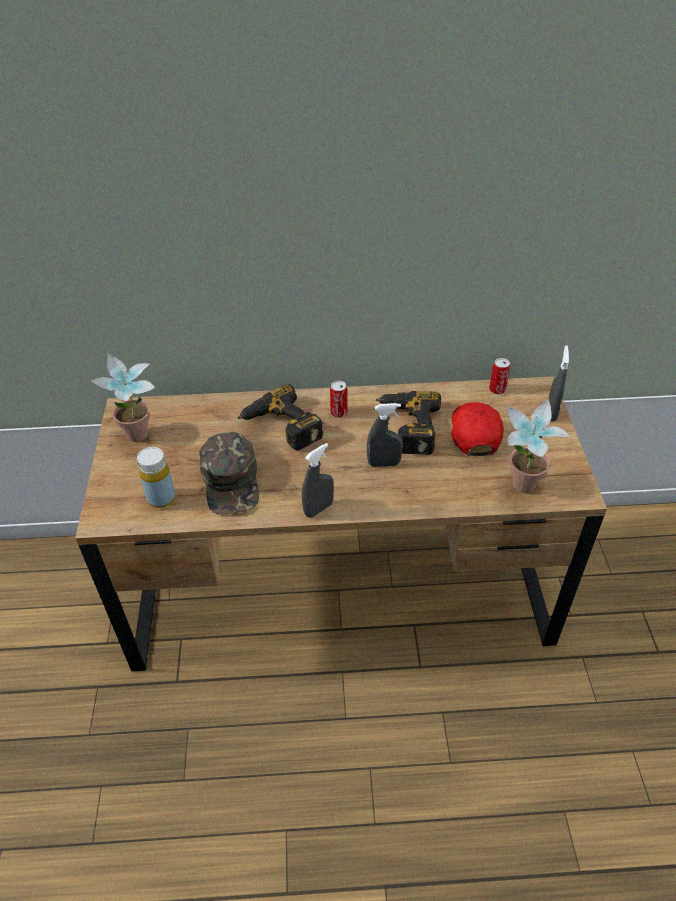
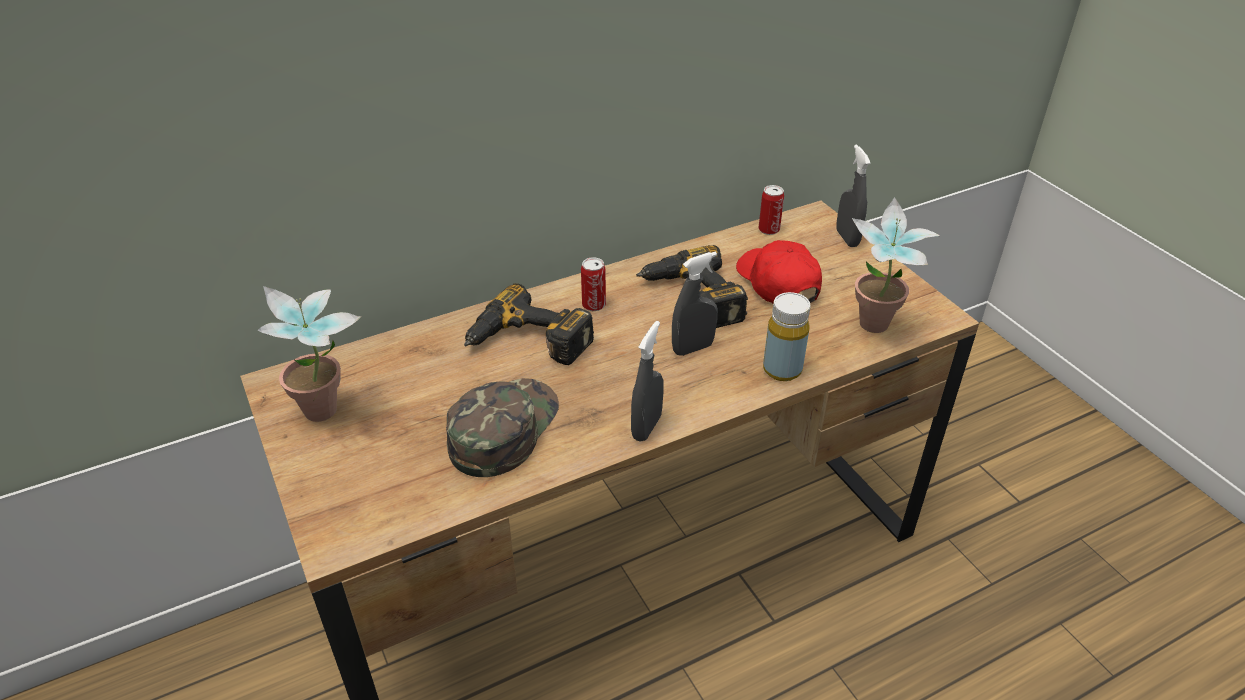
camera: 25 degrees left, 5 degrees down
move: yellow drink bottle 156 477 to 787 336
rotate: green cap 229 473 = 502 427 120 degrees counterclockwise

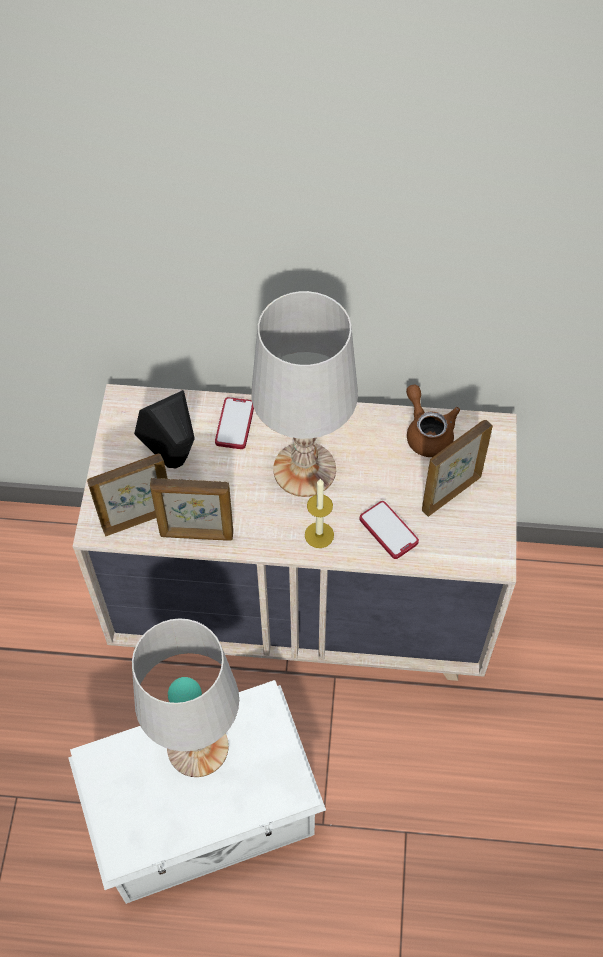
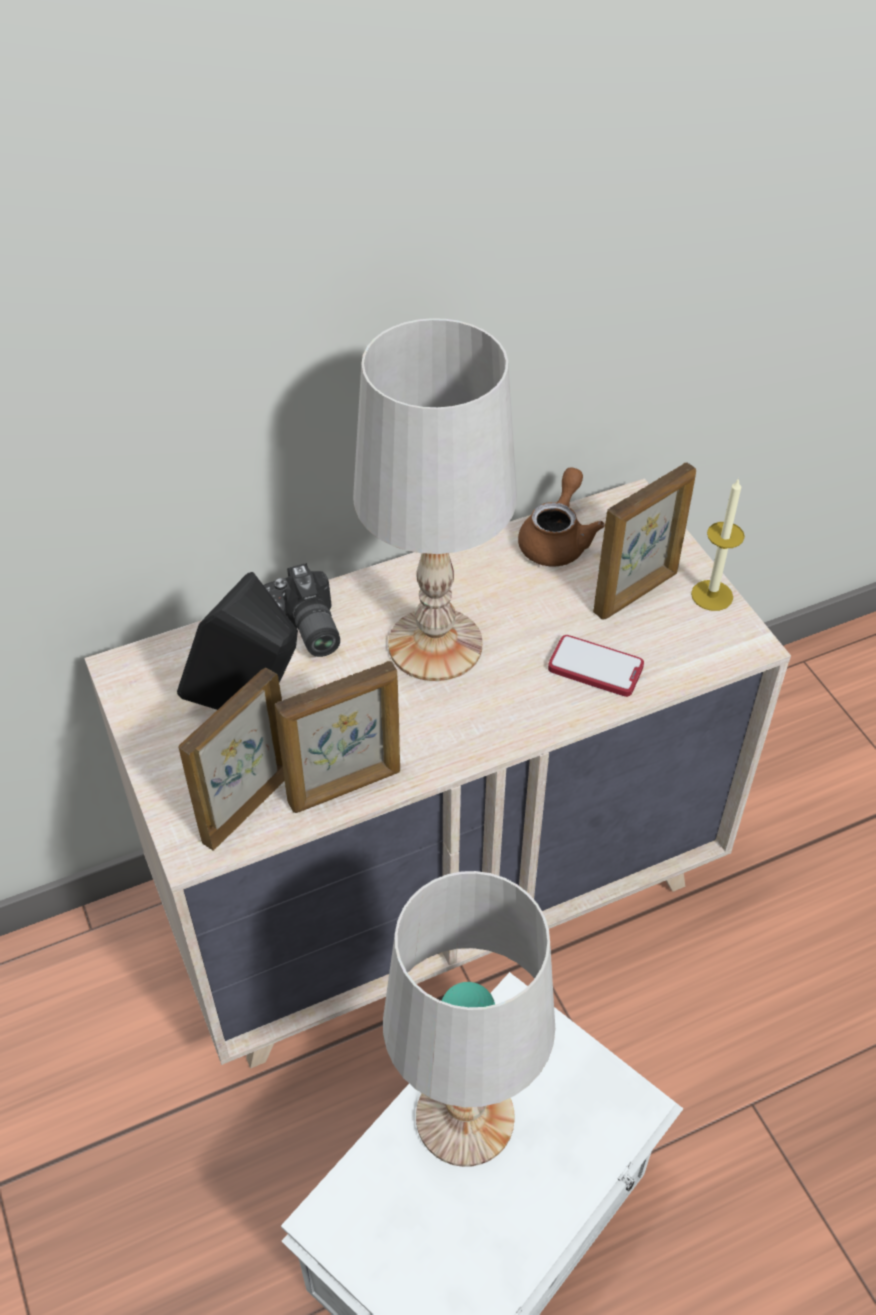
camera: 30 degrees left, 10 degrees down
move: candle 319 513 to 718 544
replace: handset 234 423 to photo camera 302 610
rotate: brown tea pot 433 421 = 561 517 75 degrees clockwise; standing frame 457 468 = 644 541 150 degrees counterclockwise

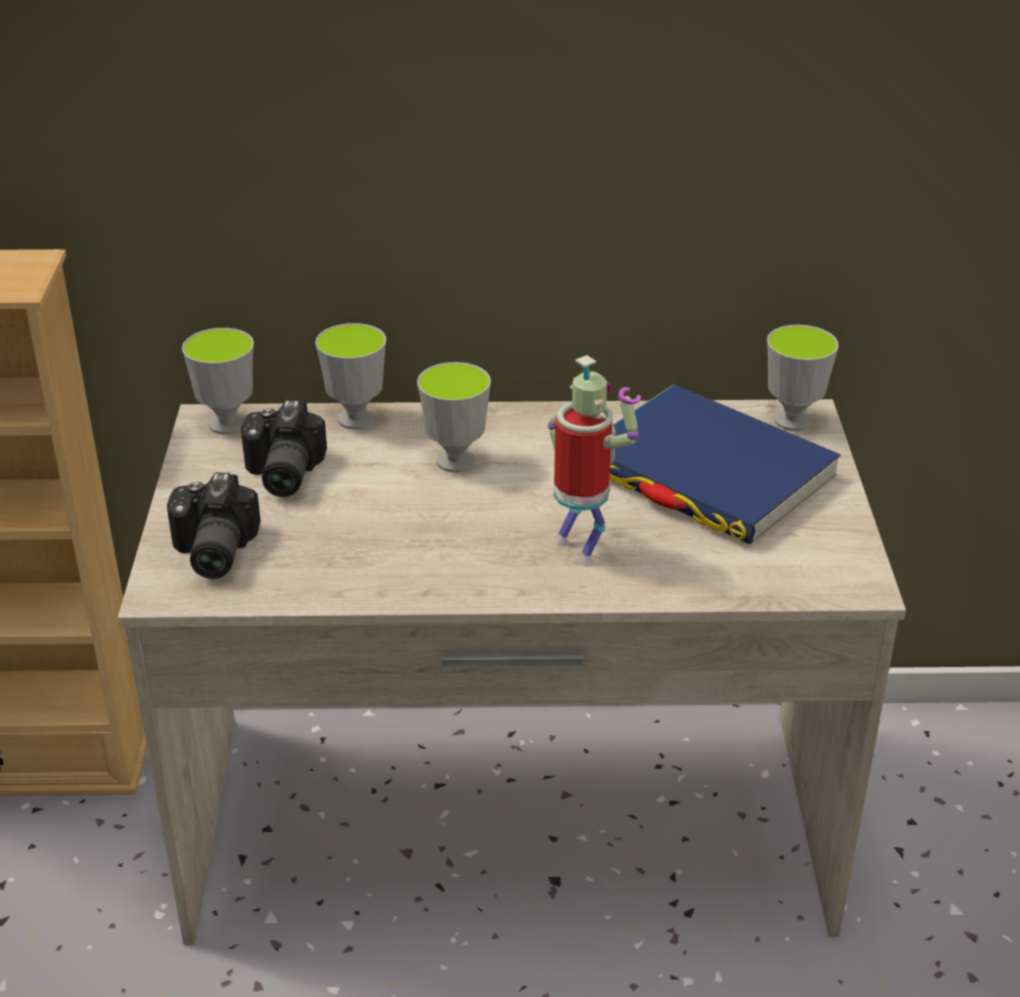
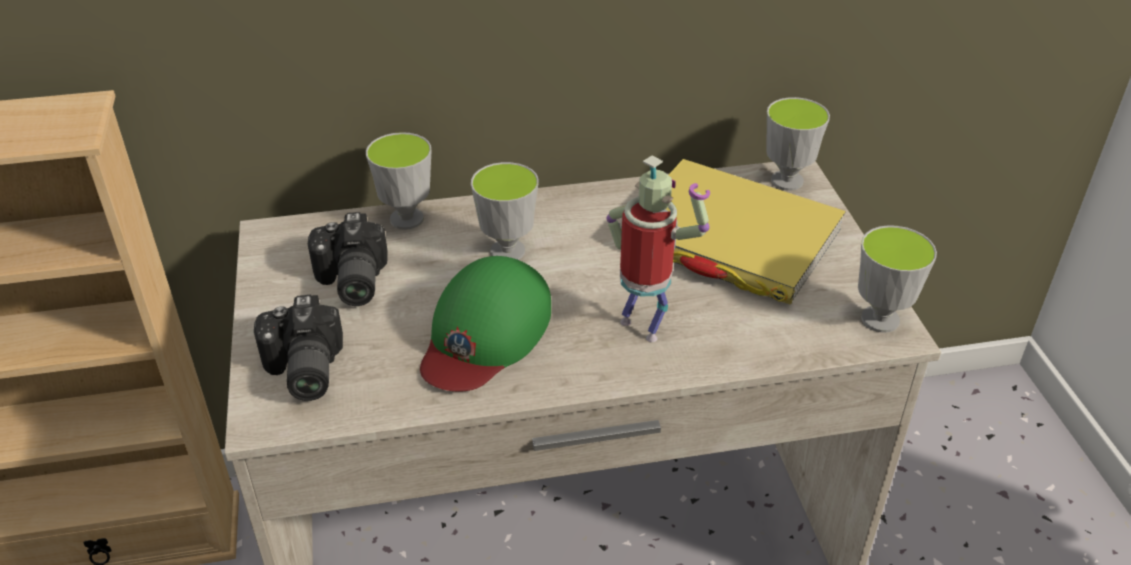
camera: 10 degrees left, 5 degrees up
insert: green cap 485 324
move: small cup 218 381 to 897 279
recolor: blue bound book 725 464 to yellow bound book 733 231

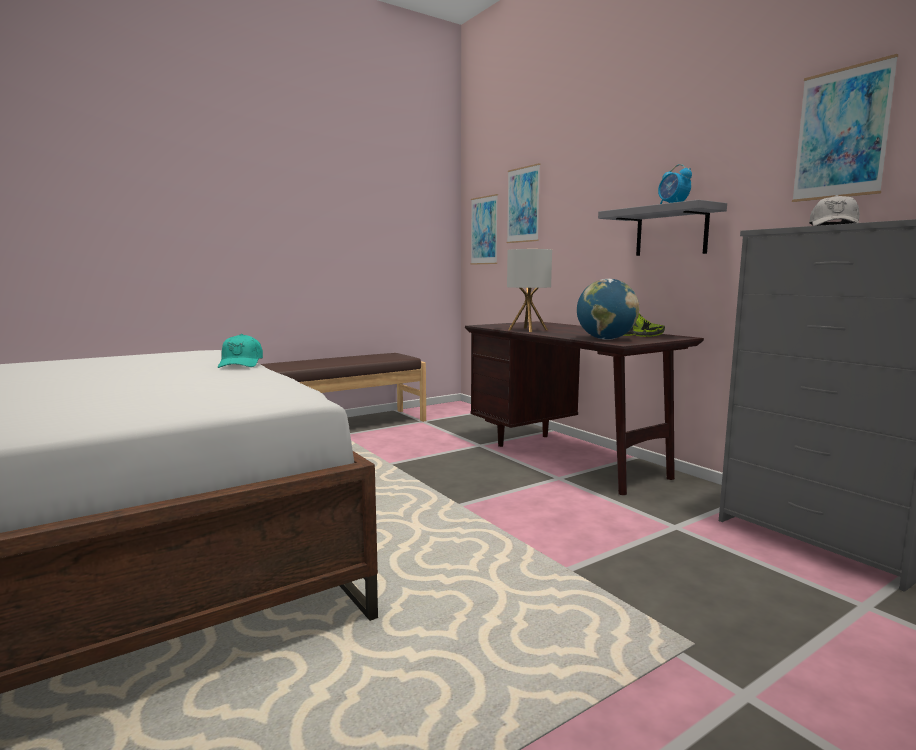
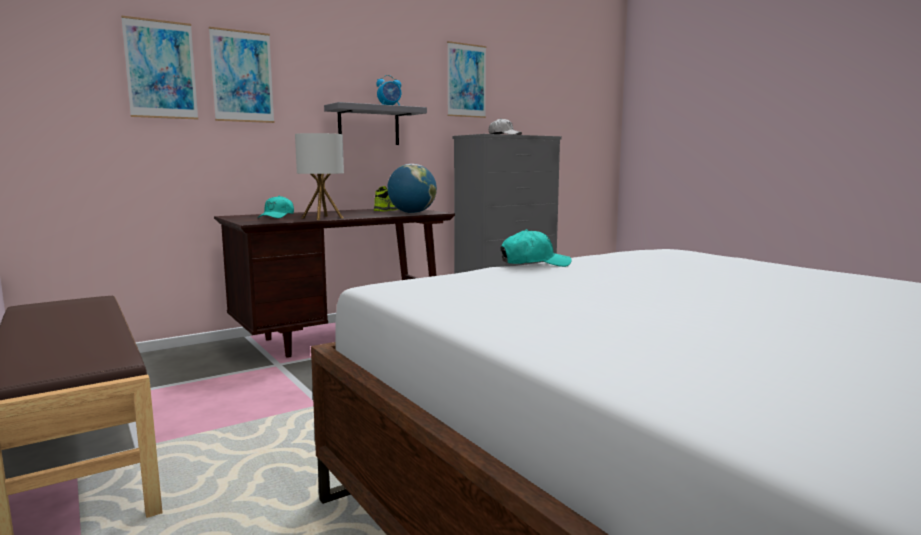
camera: 90 degrees left, 0 degrees up
insert: turquoise cap 276 207
move: wall art 484 229 to 241 75

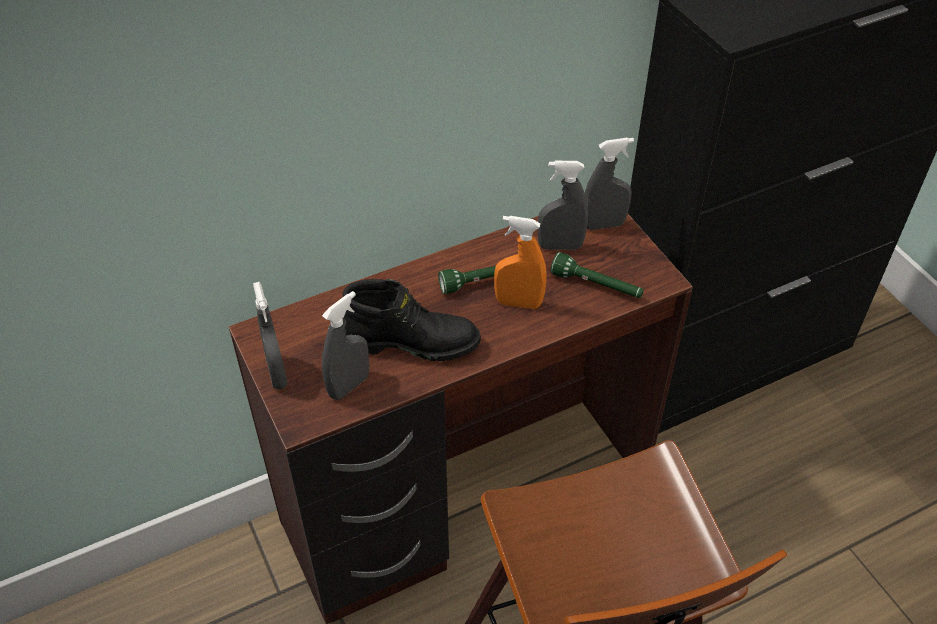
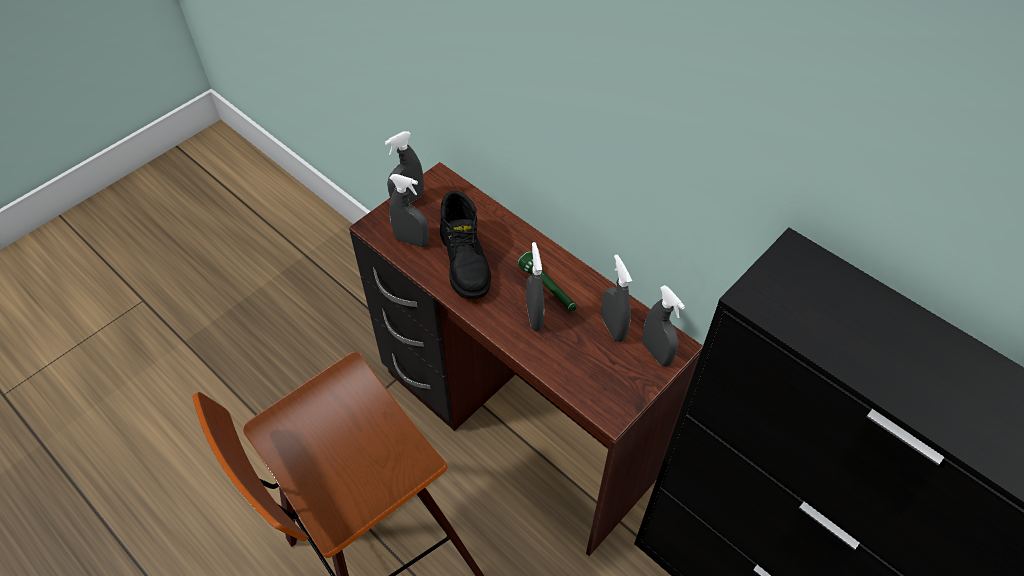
camera: 70 degrees right, 5 degrees up
delete: green hand torch 597 275
recolor: orange-coloured spray bottle 520 262 to grey spray bottle 535 286

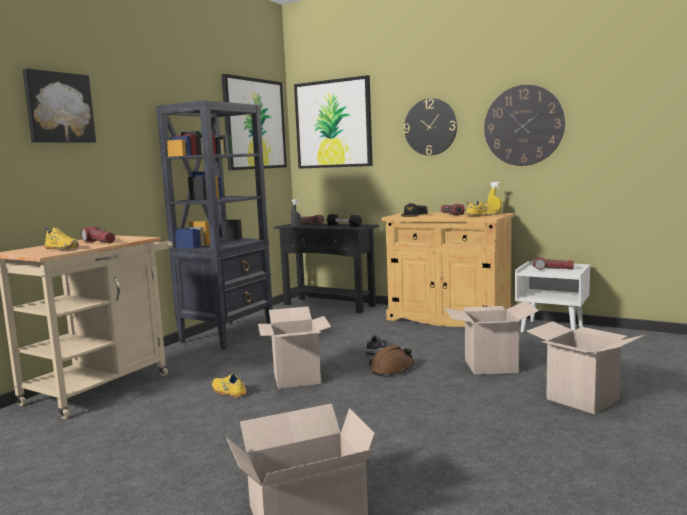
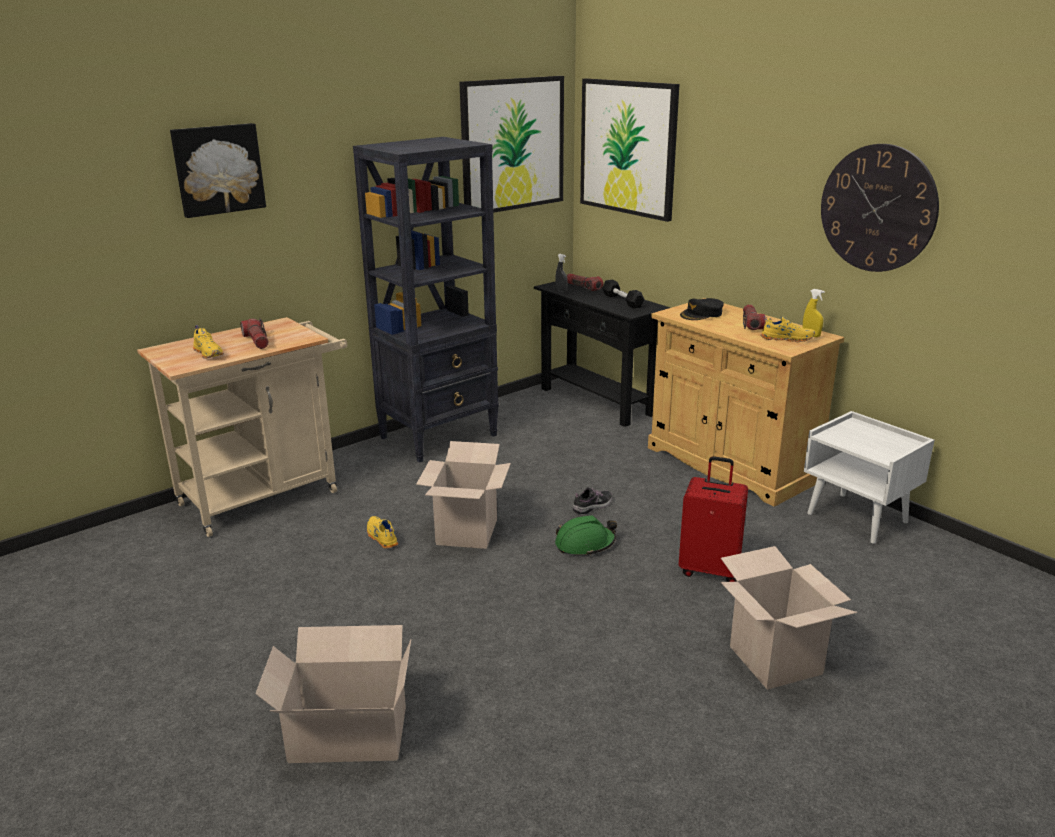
camera: 20 degrees right, 15 degrees up
delete: wall clock 430 126; hand torch 553 263
replace: carton 492 337 to reddish travel case 713 519
recolor: brown hard hat 391 360 to green hard hat 586 535

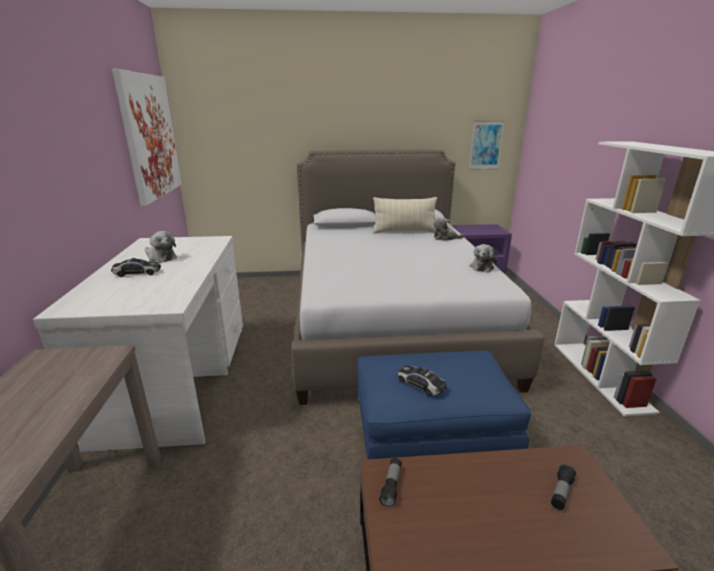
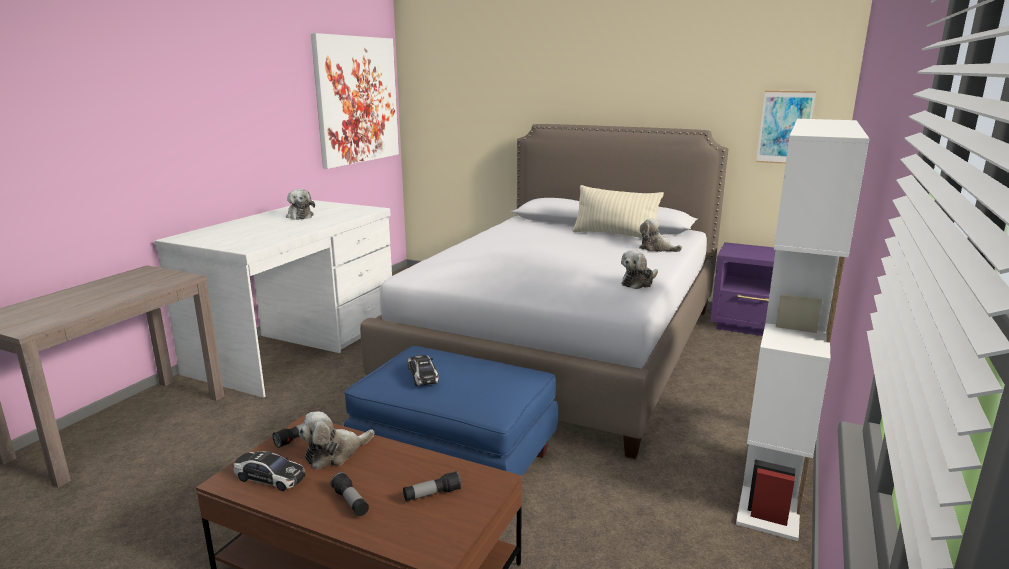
camera: 30 degrees right, 5 degrees down
insert: cuddly toy 336 440; hand torch 349 494
move: model car 136 267 to 269 471

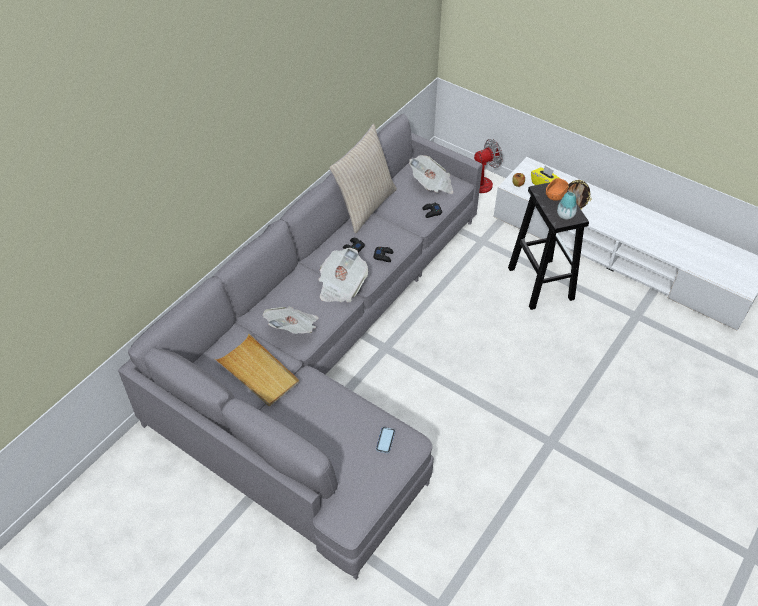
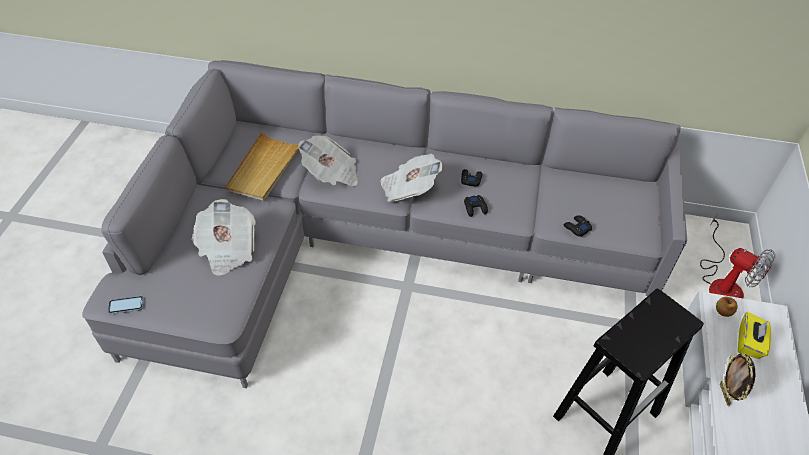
camera: 65 degrees right, 0 degrees up
delete: beige-coloured cushion 363 179; orange-coloured serving bowl 557 189; decorative vase 567 205
move: handset 385 440 to 126 305; newspaper 431 174 to 224 237

